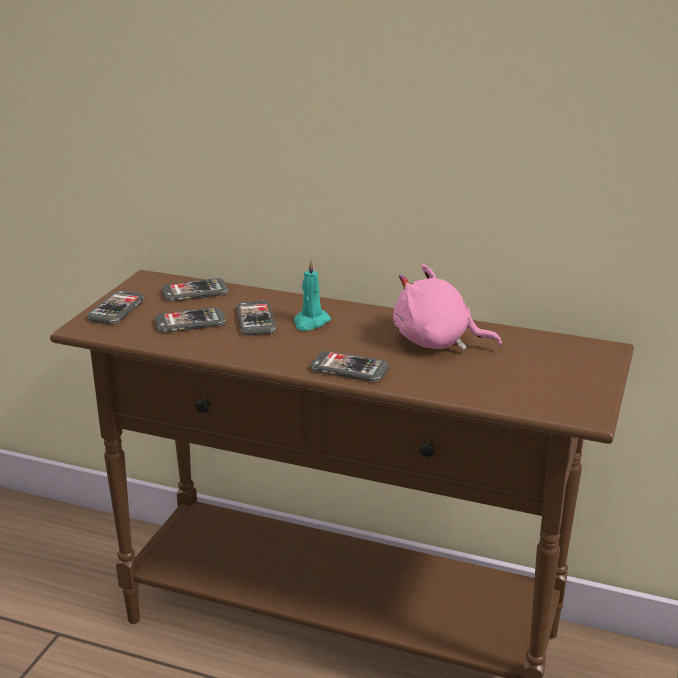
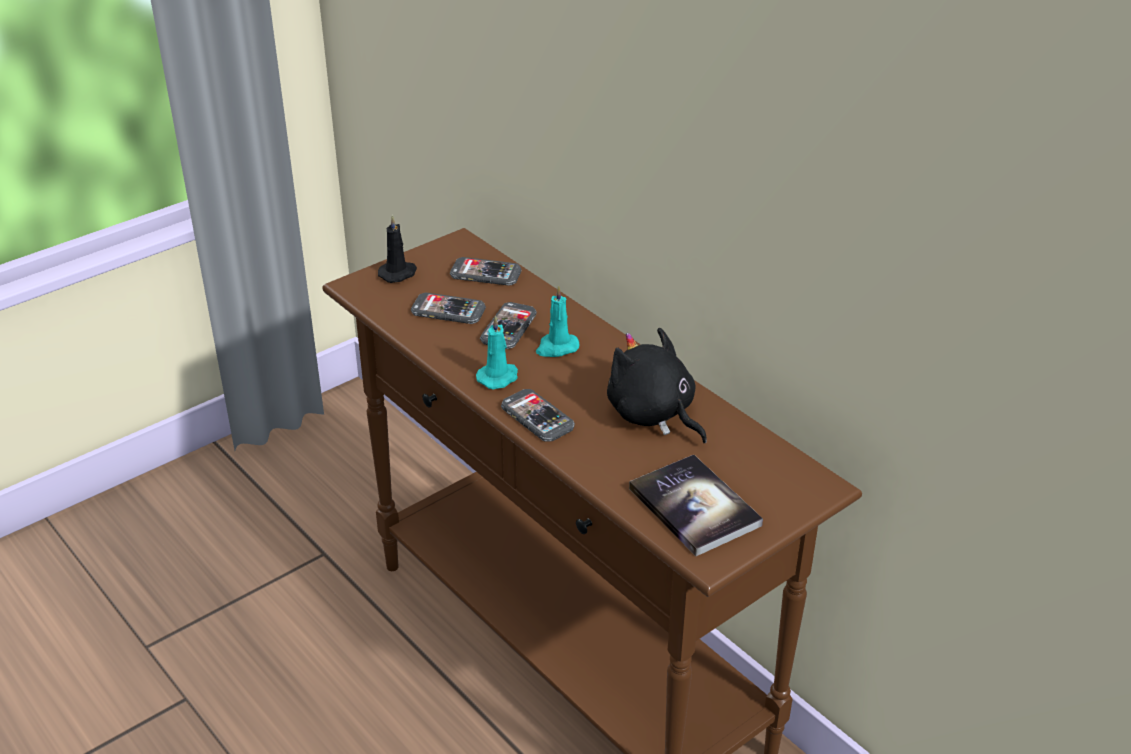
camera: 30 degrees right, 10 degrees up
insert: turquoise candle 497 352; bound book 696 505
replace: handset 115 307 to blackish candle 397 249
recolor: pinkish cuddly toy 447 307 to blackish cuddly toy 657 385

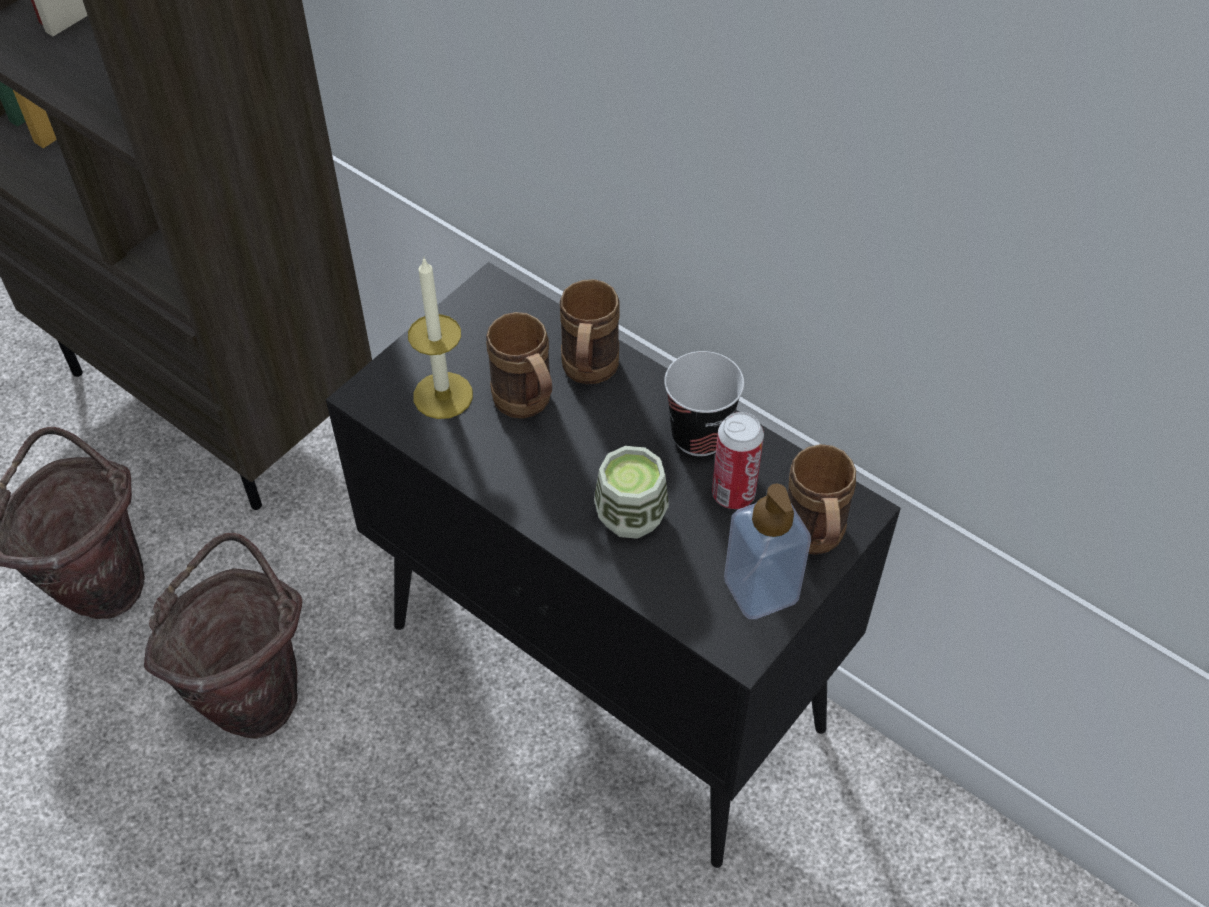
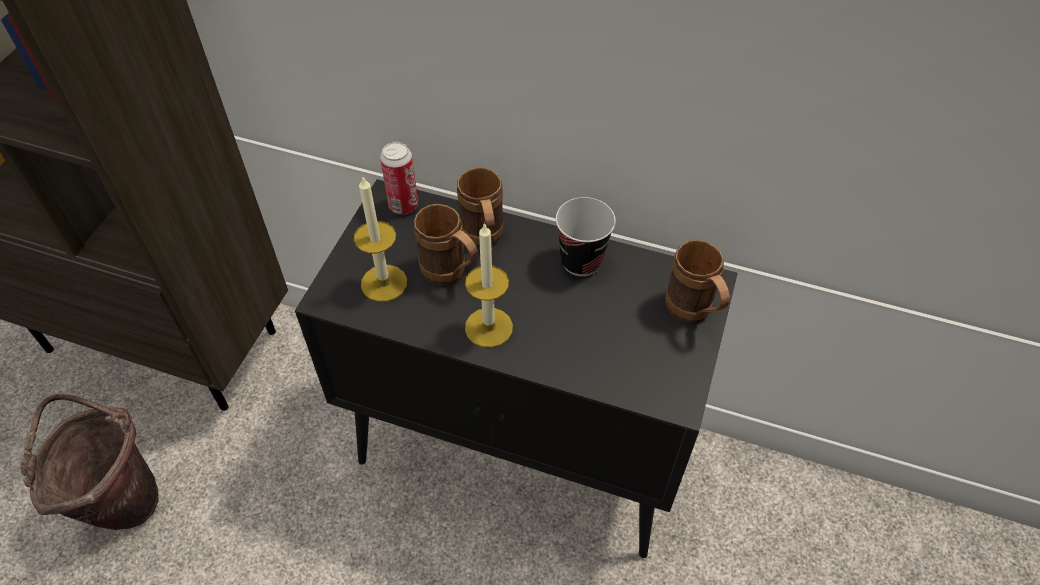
camera: 20 degrees left, 0 degrees up
delete: brown water bucket 223 636; small cup 631 492; soap bottle 767 551
insert: candle 489 285
move: metal can 738 460 to 399 178

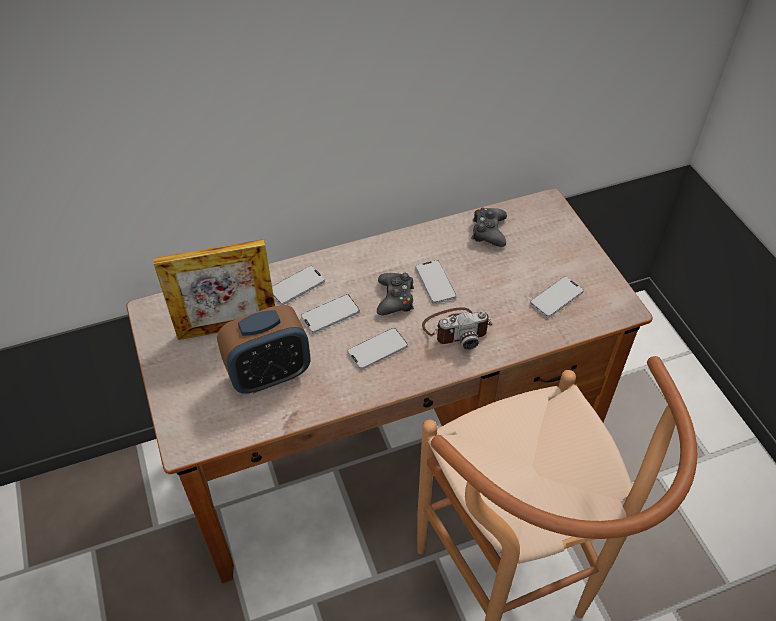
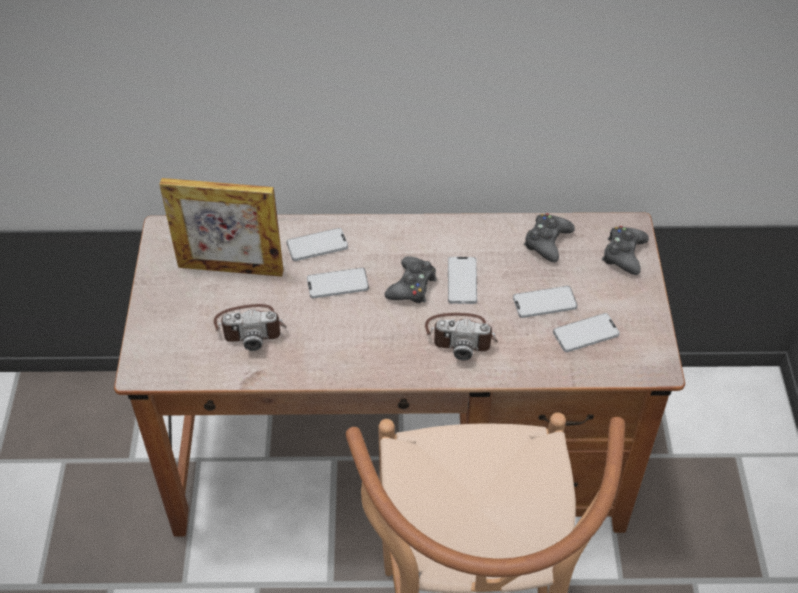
camera: 20 degrees right, 0 degrees up
insert: blackish game controller 625 250
move: handset 377 349 to 545 302
replace: alarm clock 263 349 to photo camera 250 327

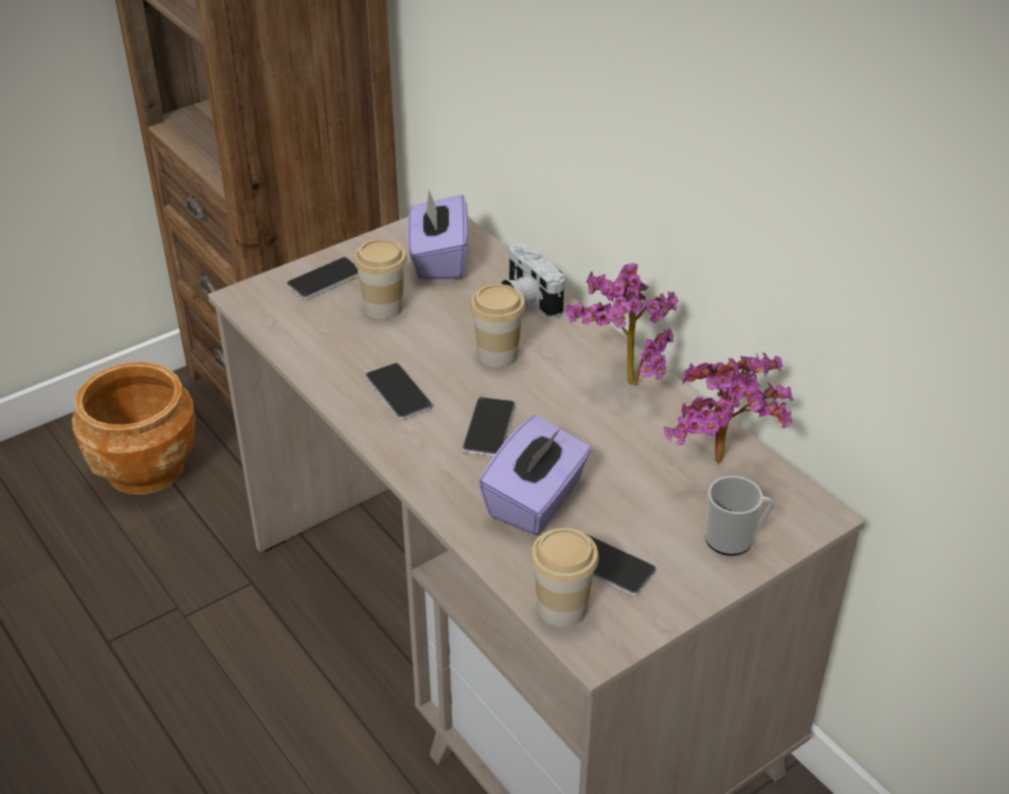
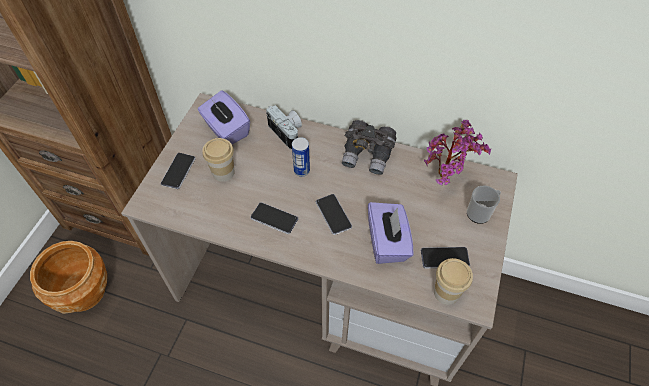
camera: 35 degrees left, 15 degrees up
replace: small cup 497 325 to metal can 301 157; potted plant 622 324 to grey field glasses 369 147
rotate: photo camera 532 280 = 284 127 150 degrees counterclockwise

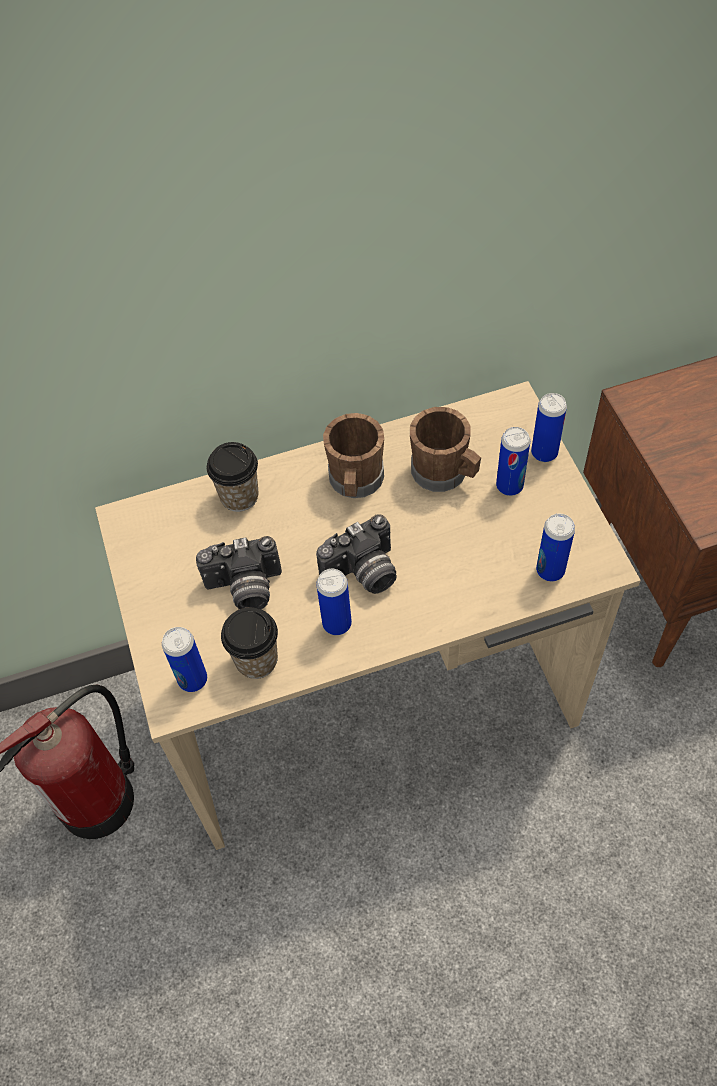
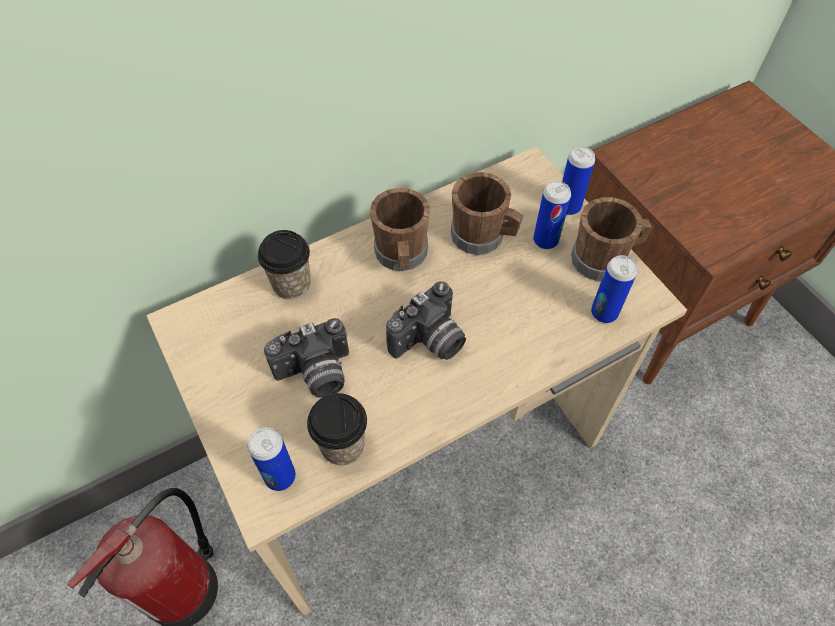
camera: 15 degrees left, 0 degrees up
delete: metal can 334 602
insert: brown tea mug 611 239

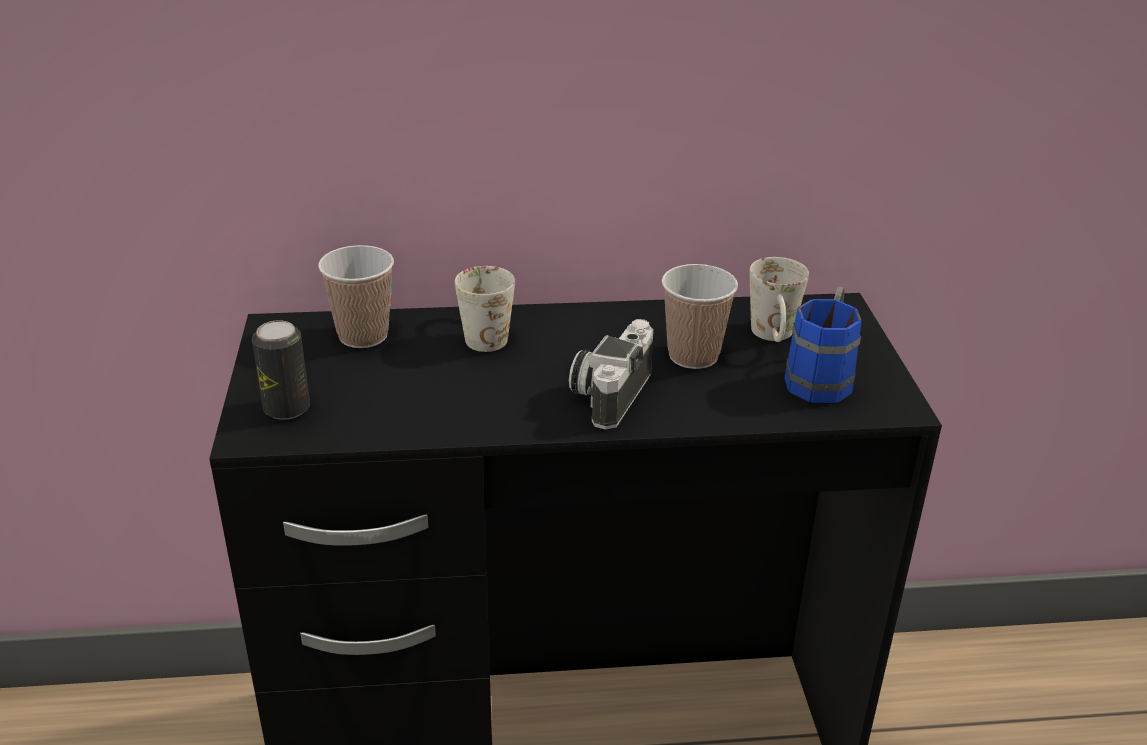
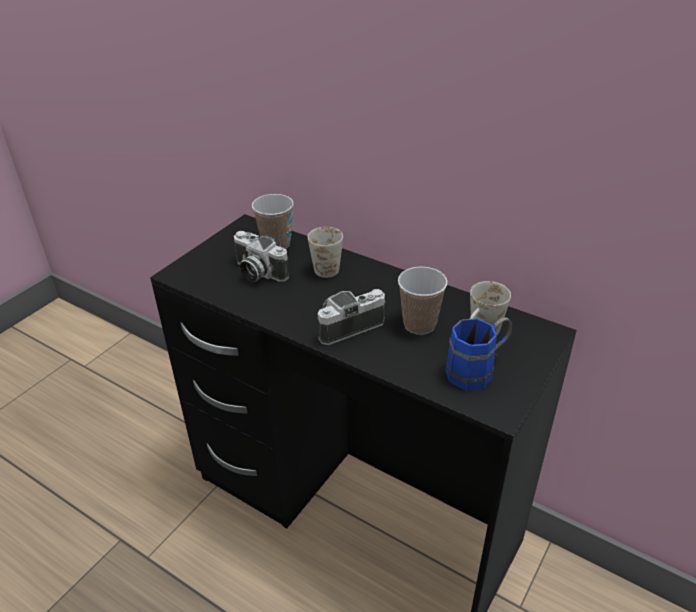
camera: 40 degrees right, 5 degrees up
delete: metal can 281 370
insert: photo camera 261 256

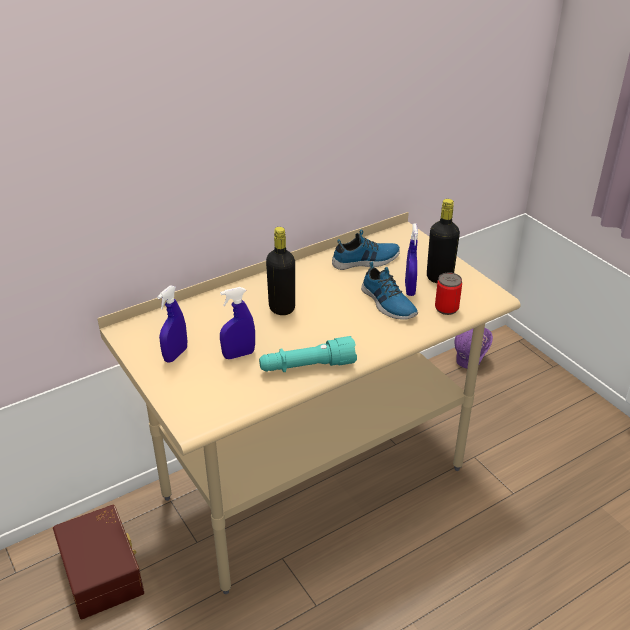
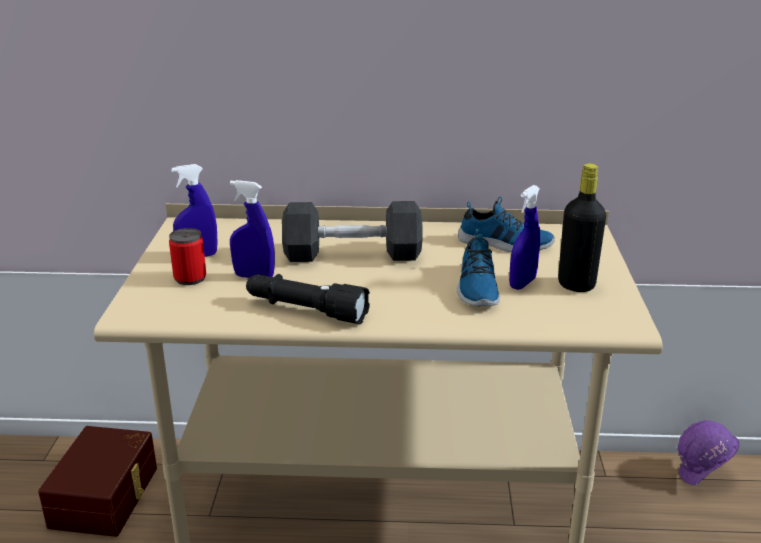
camera: 35 degrees right, 10 degrees down
move: metal can 448 293 to 187 256
replace: blackish drink bottle 280 271 to grey dumbbell 352 231
recolor: turquoise hand torch 308 354 to blackish hand torch 308 299

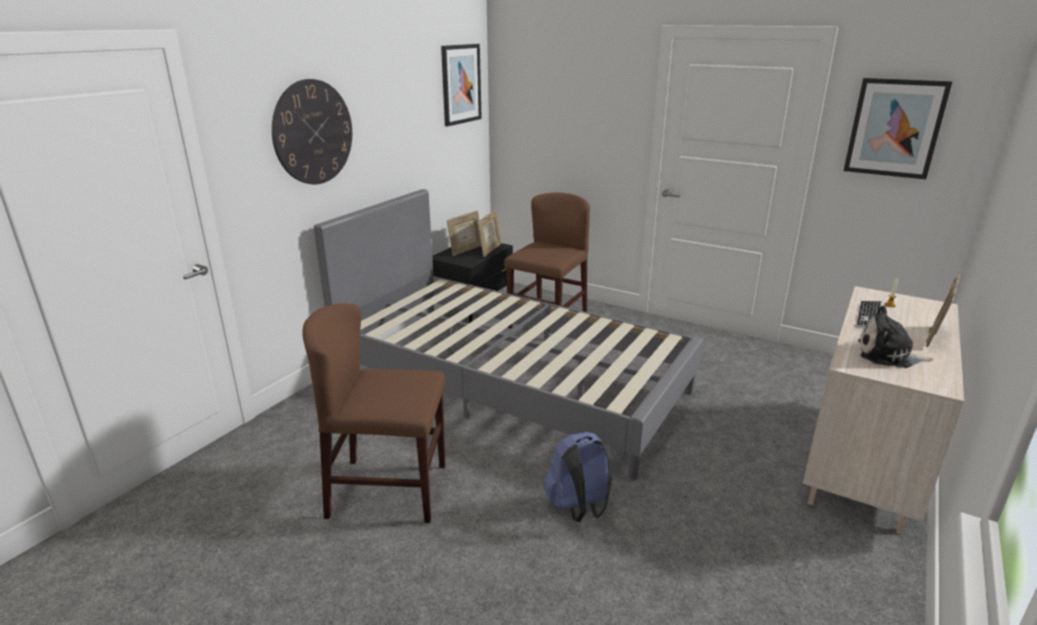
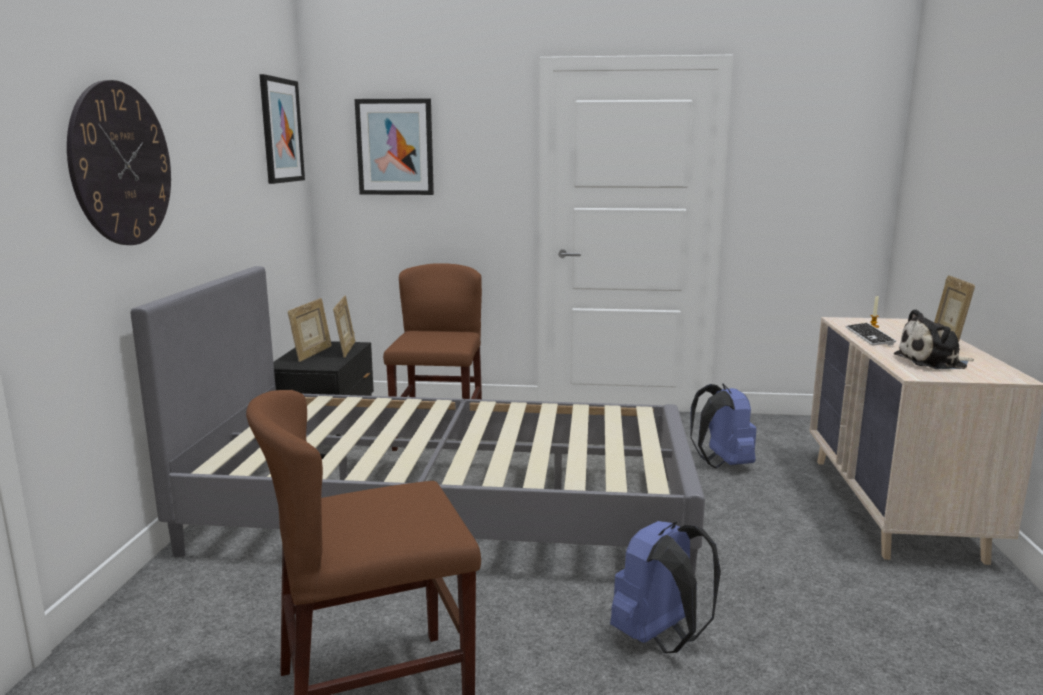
camera: 25 degrees left, 10 degrees down
insert: blue rucksack 723 426
move: wall art 898 128 to 394 146

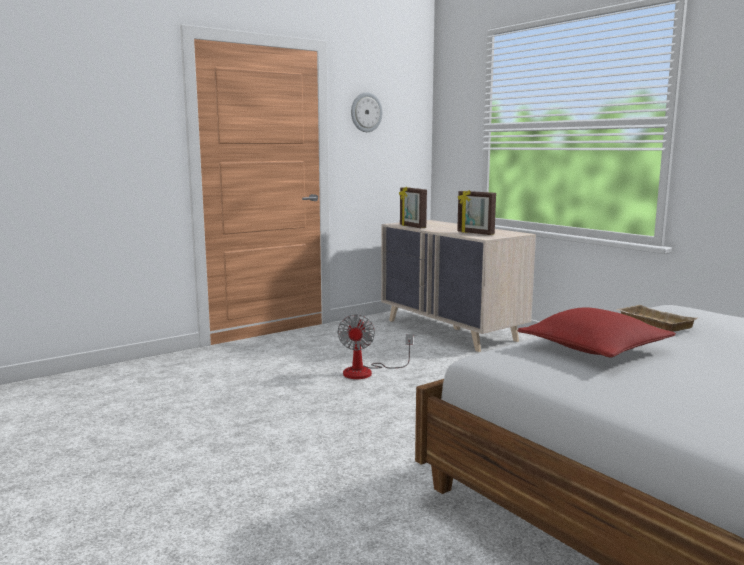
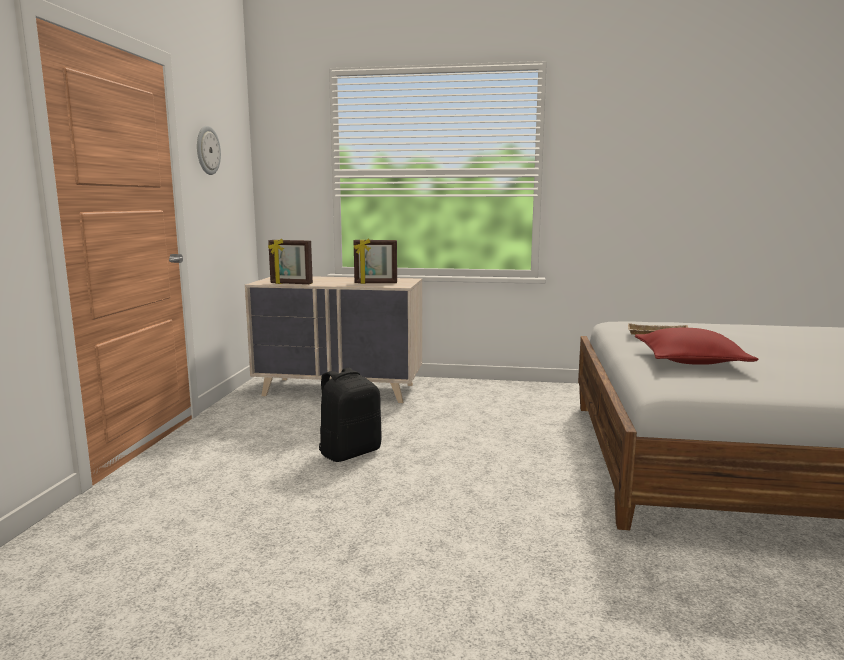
camera: 45 degrees left, 0 degrees up
replace: fan 375 346 to blackish rucksack 350 415

